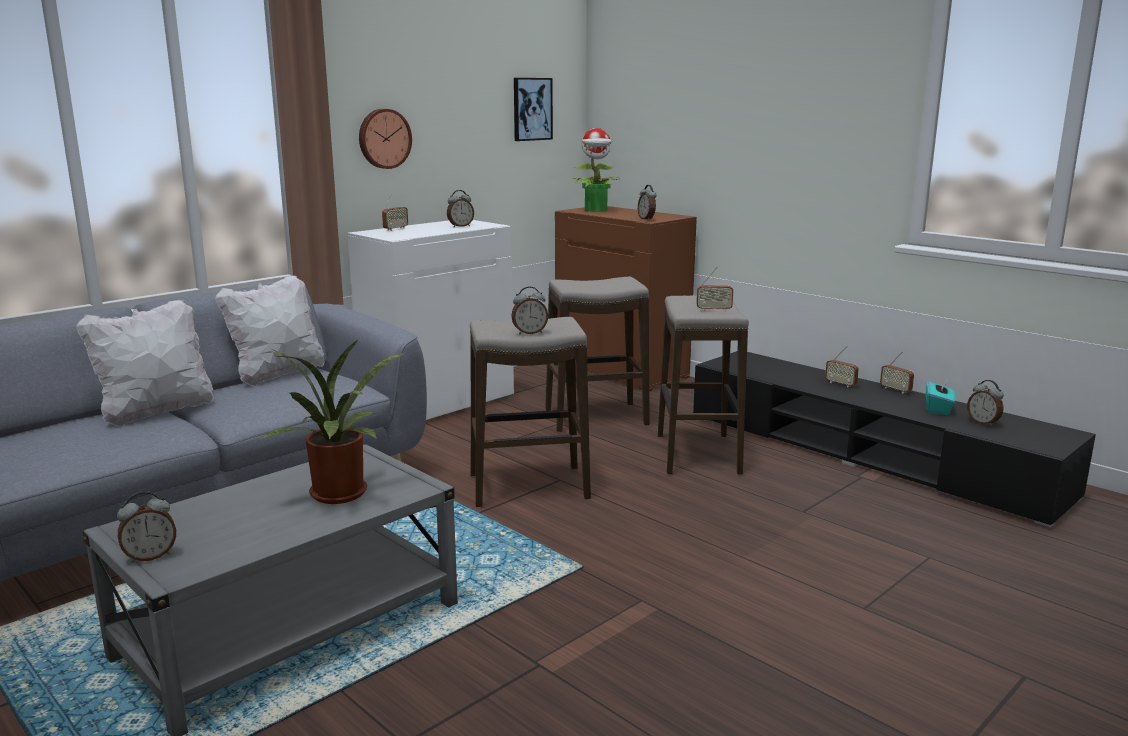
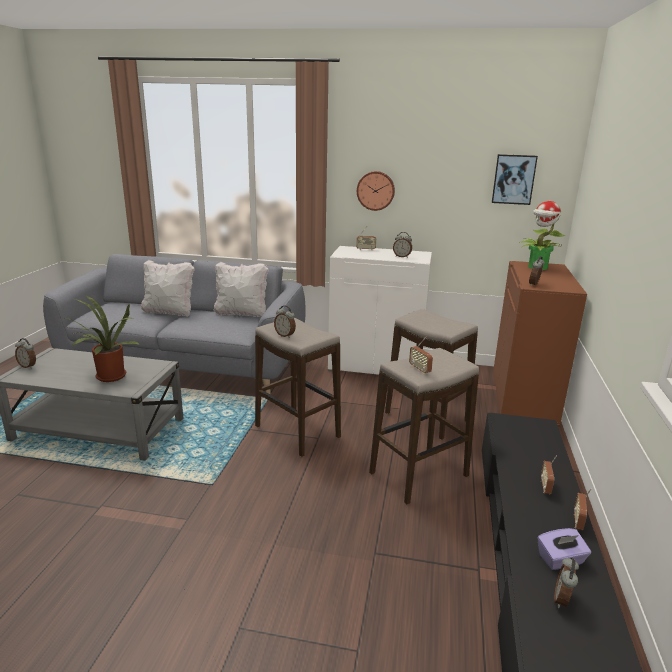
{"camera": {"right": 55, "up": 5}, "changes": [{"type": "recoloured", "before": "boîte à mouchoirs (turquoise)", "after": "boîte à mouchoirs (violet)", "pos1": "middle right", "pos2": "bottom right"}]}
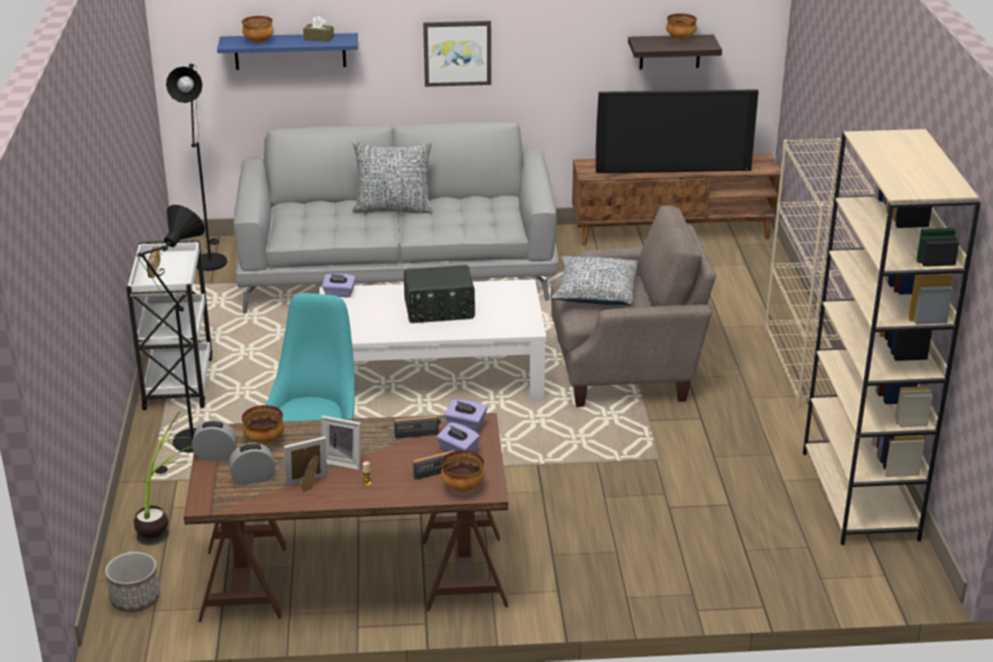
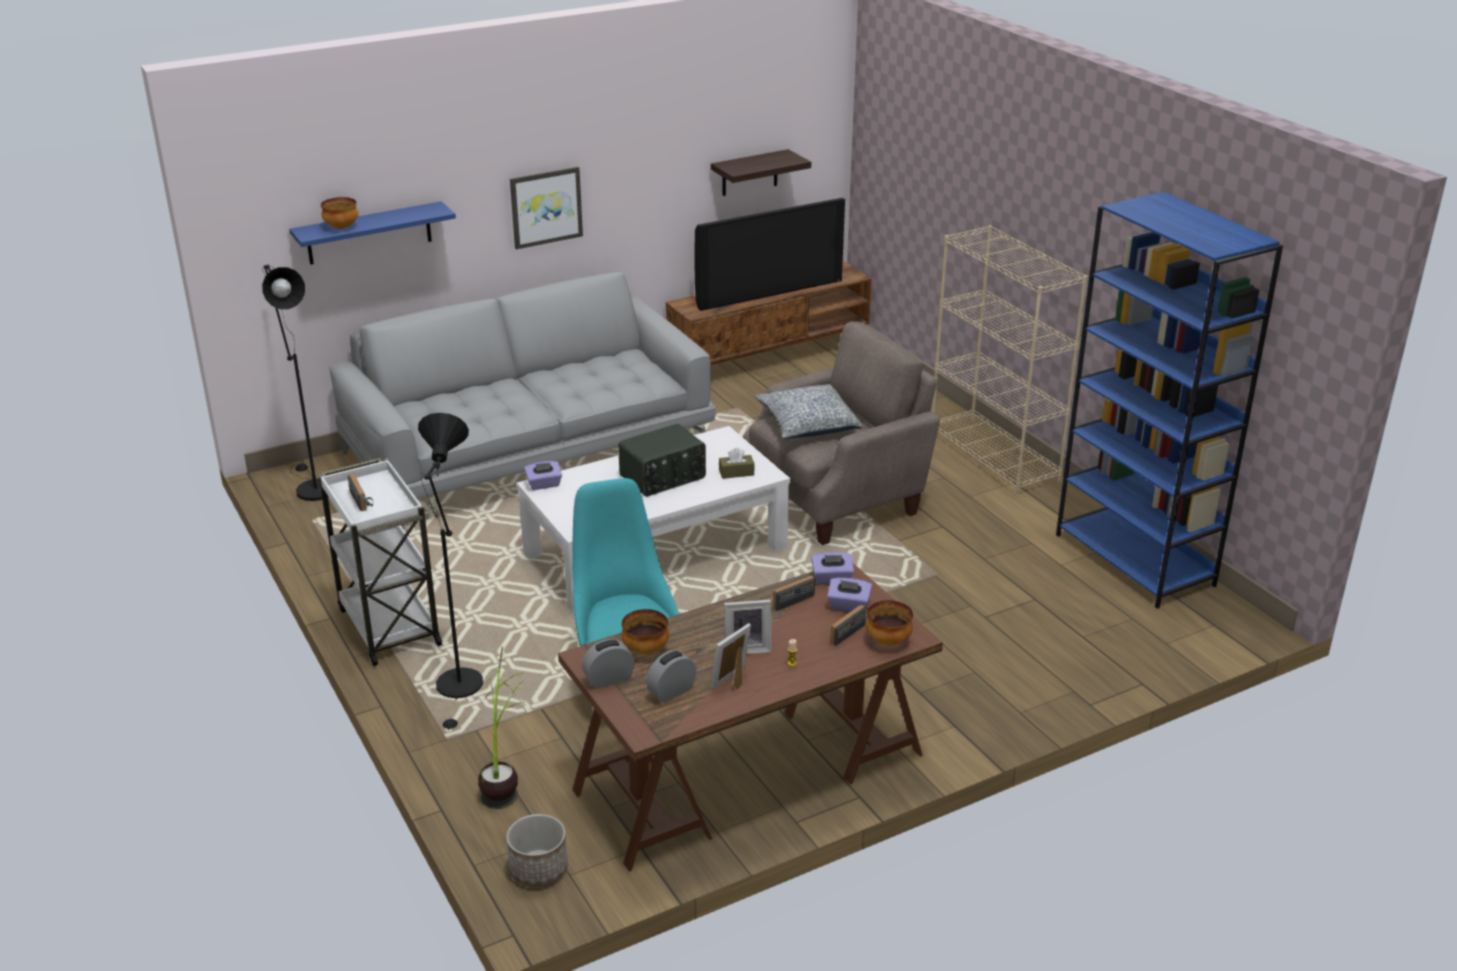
{"camera": {"right": -25, "up": 0}, "changes": [{"type": "removed", "before": "bol (4th from left)", "pos1": "top right"}, {"type": "moved", "before": "boîte à mouchoirs (marron)", "pos1": "top left", "pos2": "centre"}, {"type": "recoloured", "before": "bibliothèque (beige) (2nd from left)", "after": "bibliothèque (bleu)", "pos1": "middle right", "pos2": "middle right"}, {"type": "removed", "before": "coussin (1st from left)", "pos1": "top centre"}]}
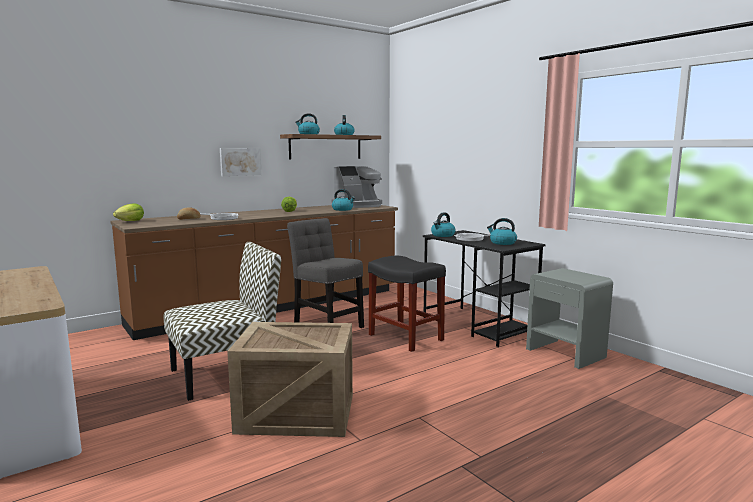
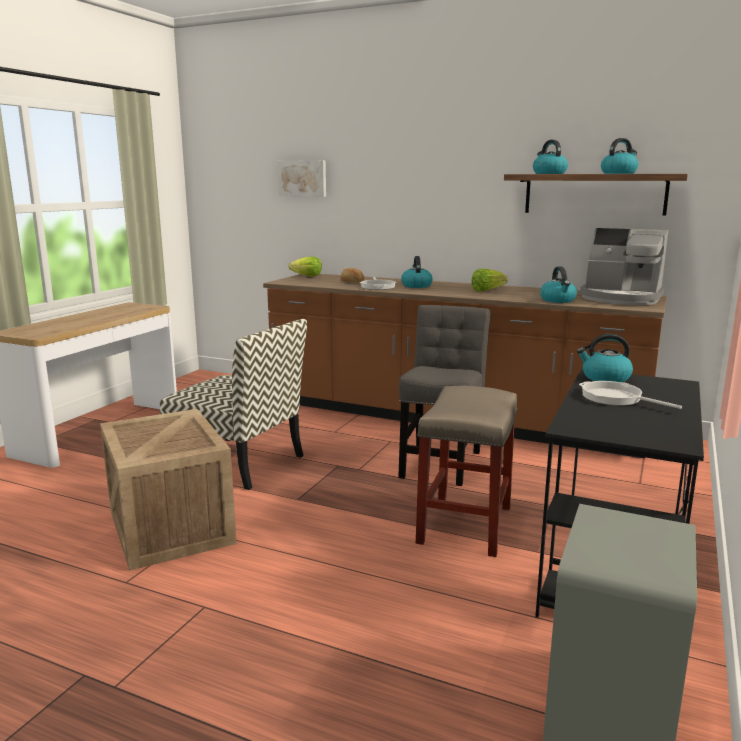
{"camera": {"right": 60, "up": 5}, "changes": [{"type": "moved", "before": "tableau", "pos1": "top left", "pos2": "top centre"}, {"type": "moved", "before": "bouilloire (5th from left in the first image)", "after": "bouilloire (1st from left)", "pos1": "middle right", "pos2": "centre"}, {"type": "recoloured", "before": "tabouret (noir)", "after": "tabouret (beige)", "pos1": "centre", "pos2": "centre"}]}
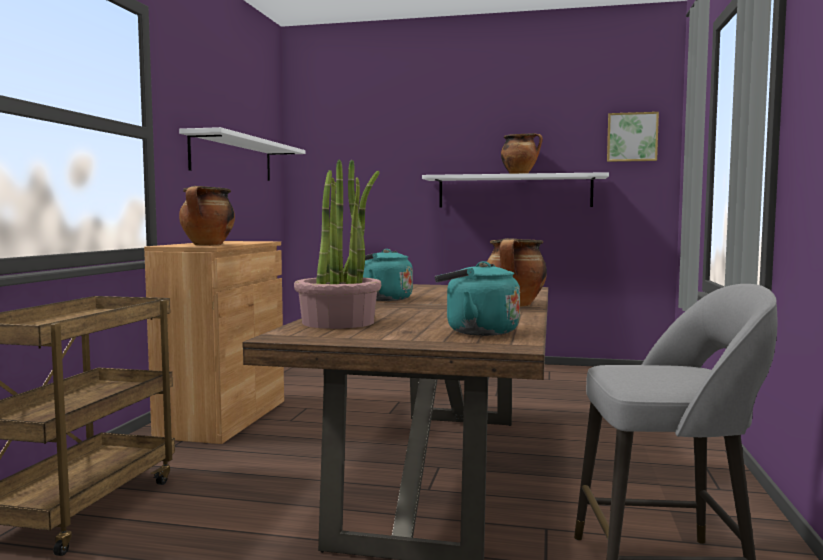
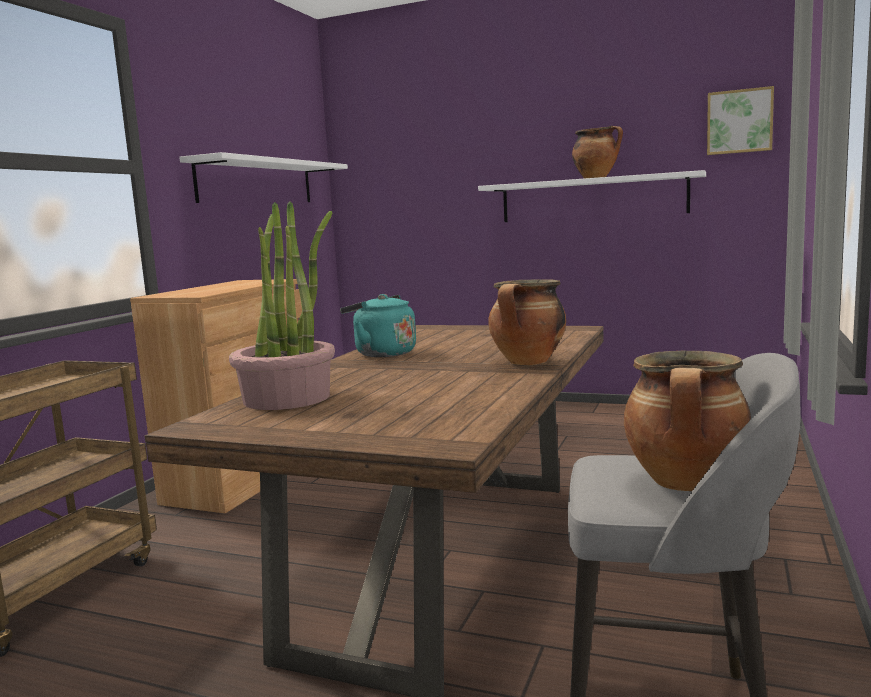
{"camera": {"right": 10, "up": 5}, "changes": [{"type": "moved", "before": "marmite (1st from left in the first image)", "after": "marmite (3rd from left)", "pos1": "middle left", "pos2": "middle right"}, {"type": "removed", "before": "bouilloire (turquoise) (2nd from left)", "pos1": "centre"}]}
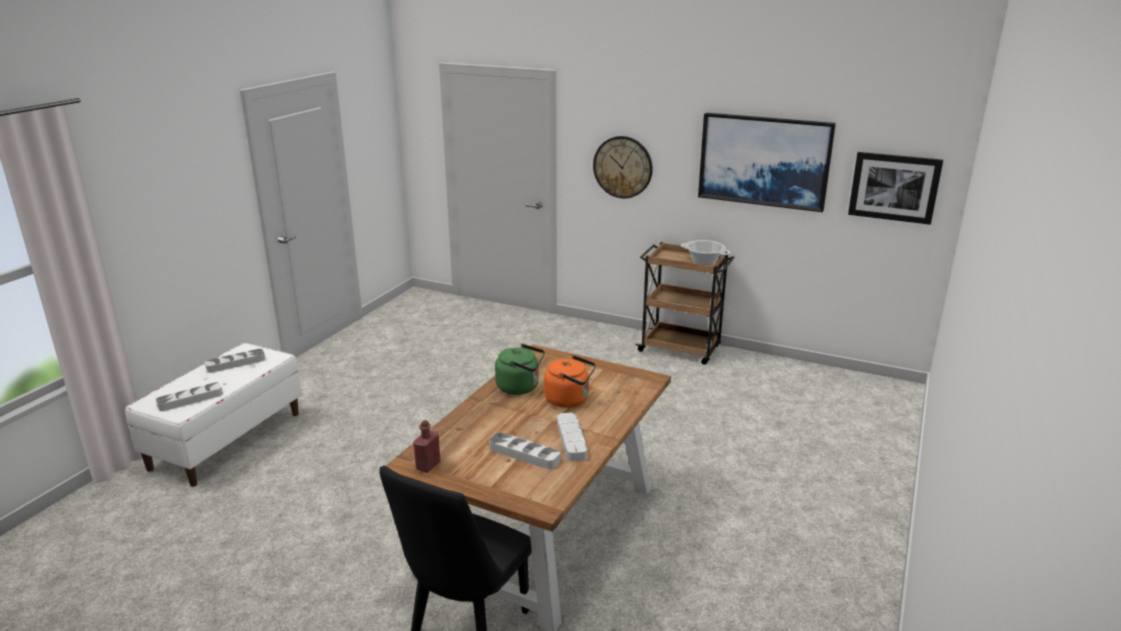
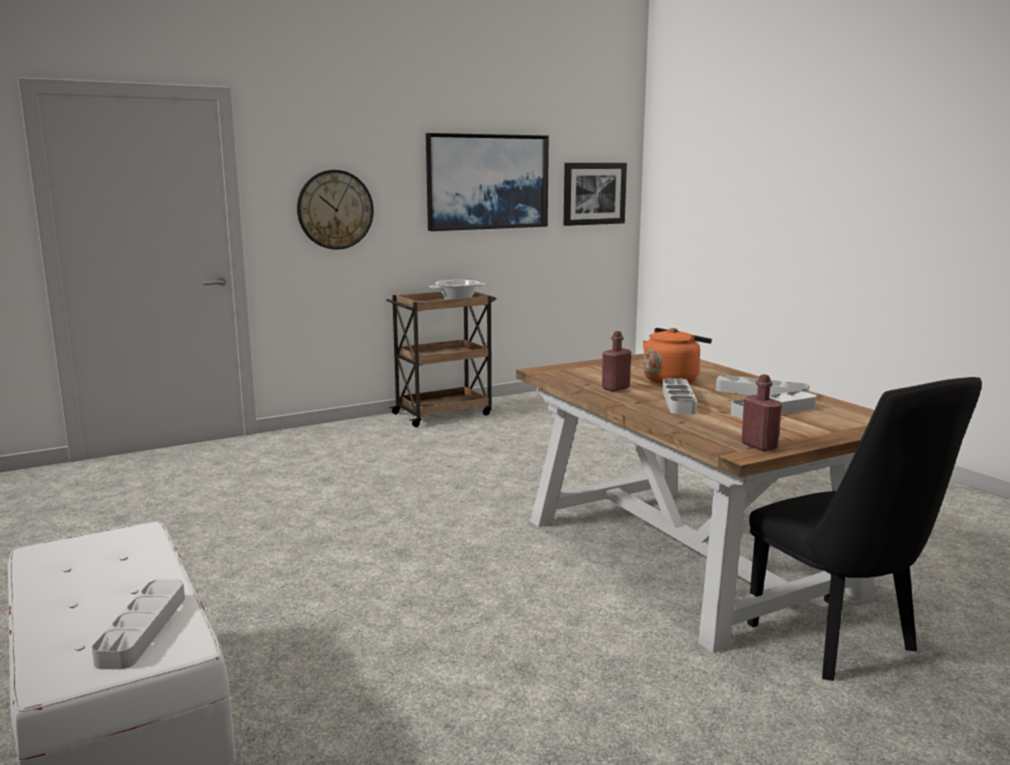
{"camera": {"right": -55, "up": -10}, "changes": [{"type": "replaced", "before": "bouilloire (vert)", "after": "bouteille (rouge) (1st from left)", "pos1": "centre", "pos2": "centre"}, {"type": "moved", "before": "plateau (gris) (2nd from left)", "pos1": "middle left", "pos2": "middle right"}]}
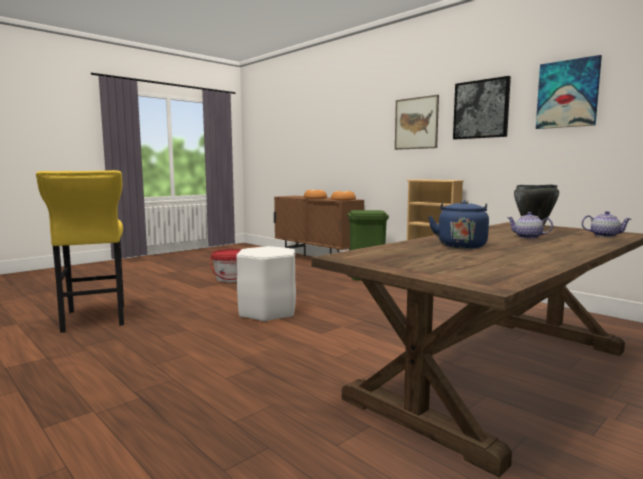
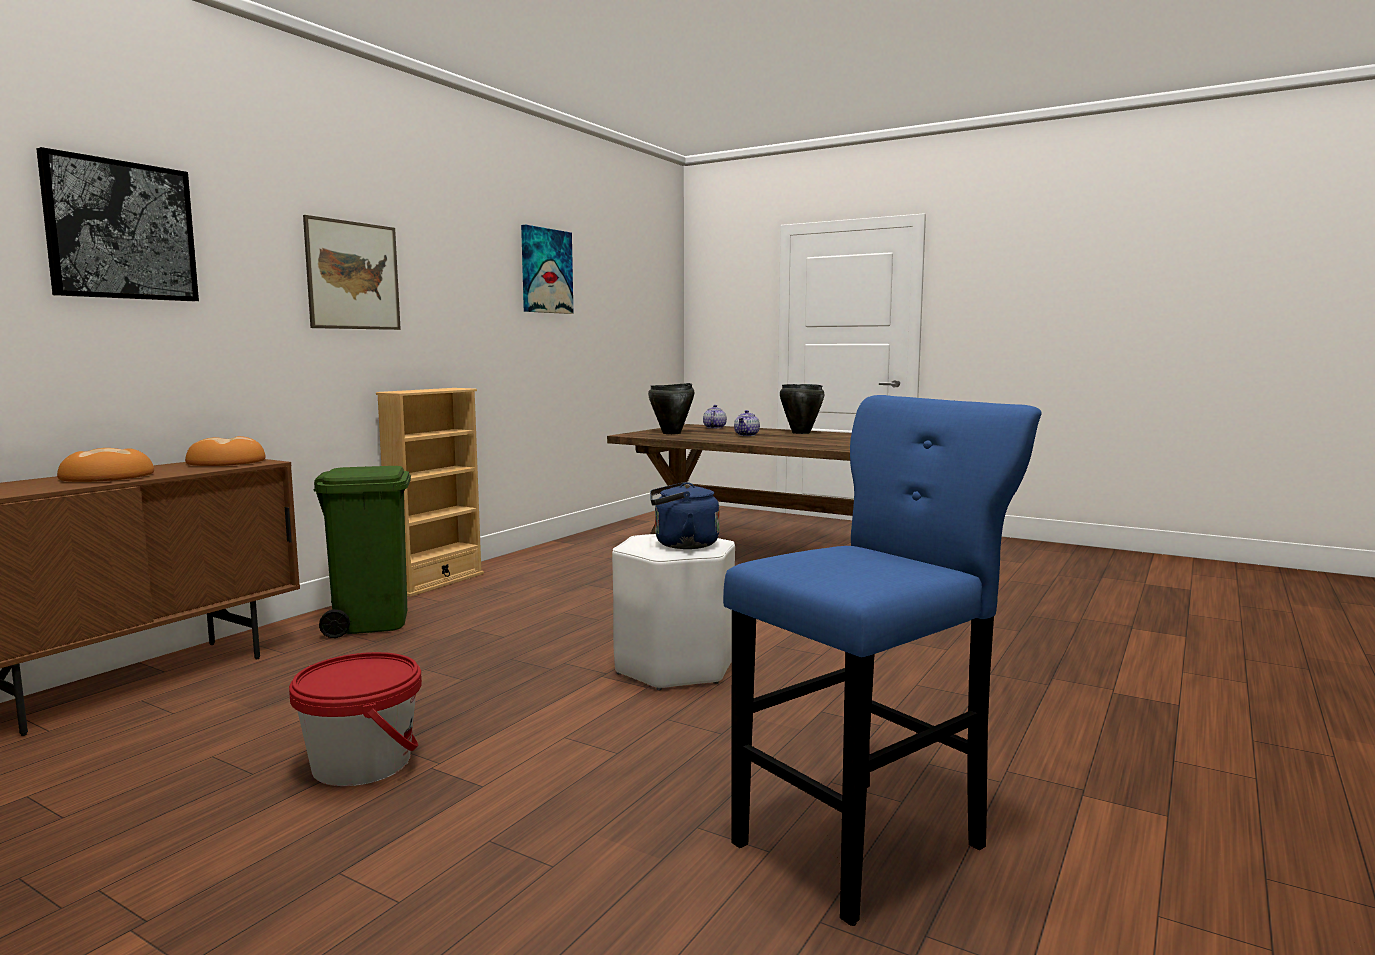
{"camera": {"right": -105, "up": 0}, "changes": [{"type": "moved", "before": "tableau (2nd from left in the first image)", "after": "tableau (1st from left)", "pos1": "top right", "pos2": "top left"}, {"type": "recoloured", "before": "tabouret (jaune)", "after": "tabouret (bleu)", "pos1": "middle left", "pos2": "bottom centre"}, {"type": "moved", "before": "bouilloire (bleu)", "pos1": "middle right", "pos2": "centre"}, {"type": "added", "after": "marmite (noir) (2nd from left)", "pos2": "centre"}]}
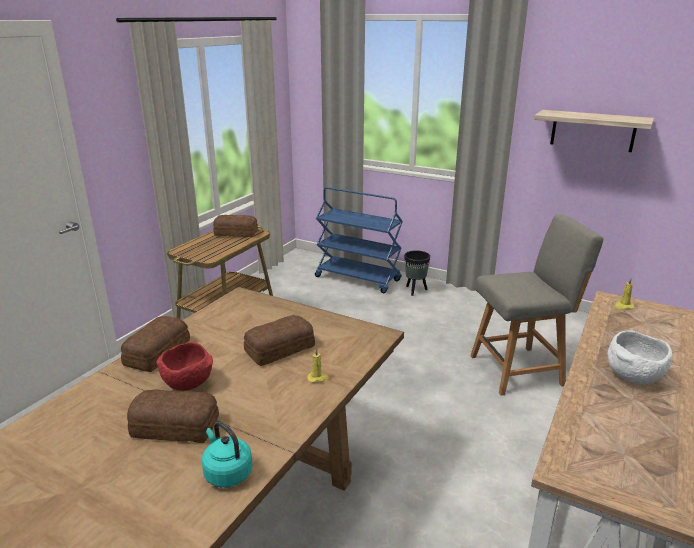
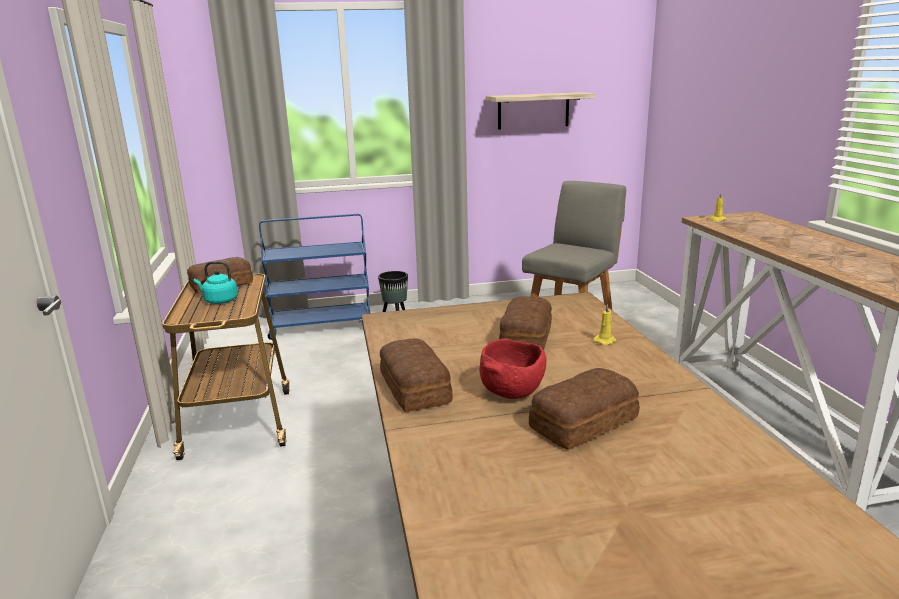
{"camera": {"right": -40, "up": -5}, "changes": [{"type": "removed", "before": "bol (blanc)", "pos1": "middle right"}, {"type": "moved", "before": "bouilloire (turquoise)", "pos1": "bottom left", "pos2": "middle left"}]}
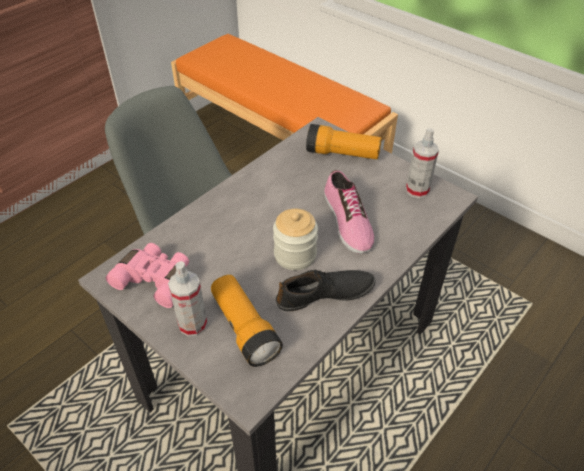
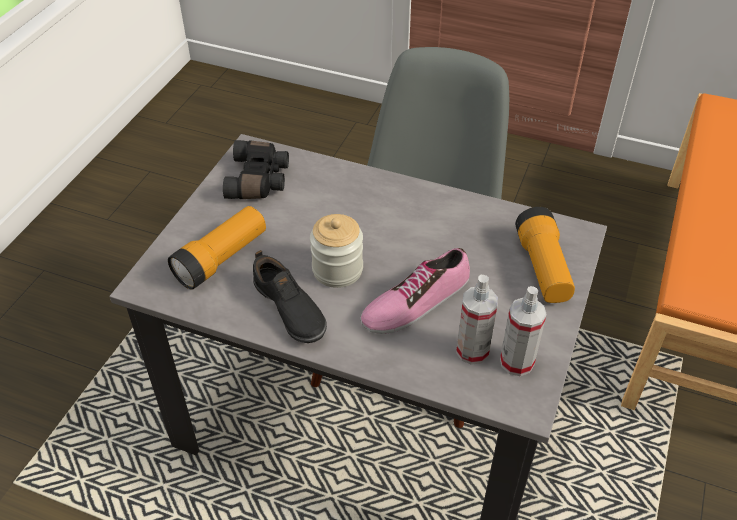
{"camera": {"right": 70, "up": 0}, "changes": [{"type": "recoloured", "before": "jumelles (rose)", "after": "jumelles (noir)", "pos1": "middle left", "pos2": "top centre"}, {"type": "moved", "before": "vaporisateur (1st from left)", "pos1": "middle left", "pos2": "centre"}]}
